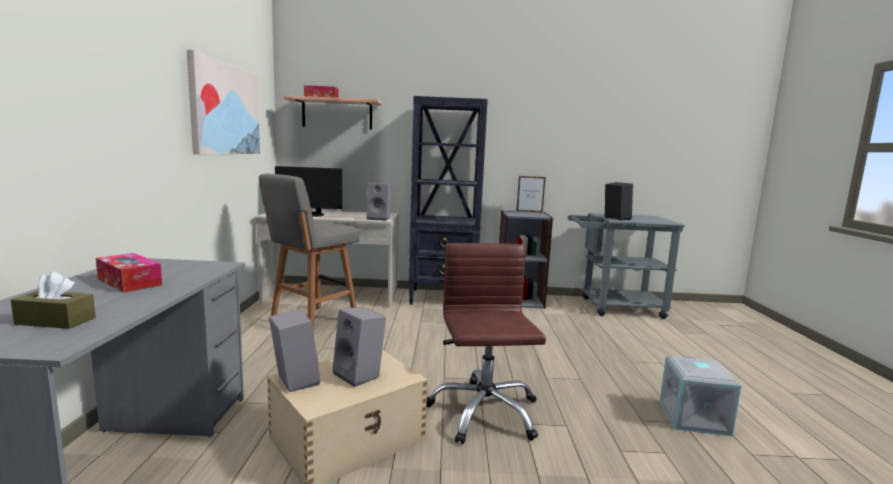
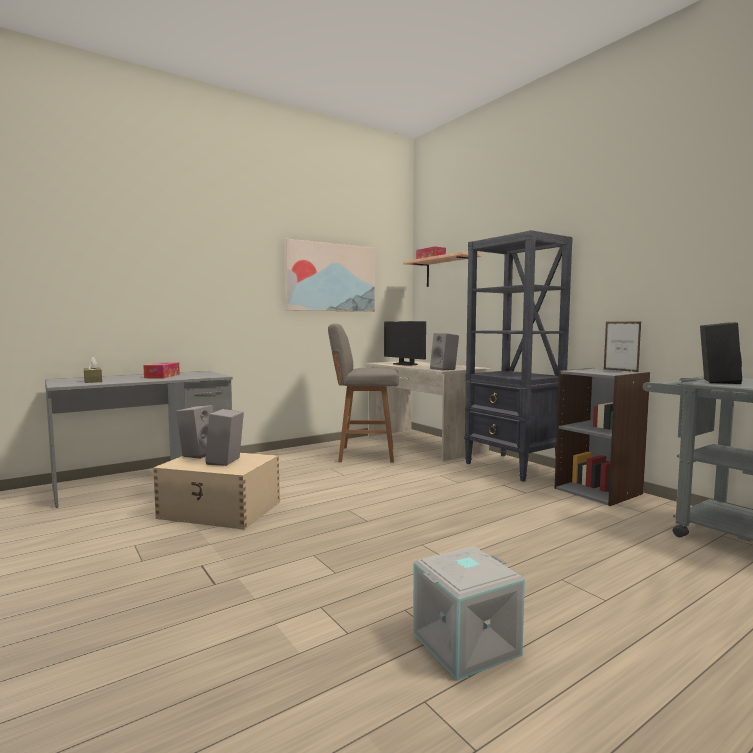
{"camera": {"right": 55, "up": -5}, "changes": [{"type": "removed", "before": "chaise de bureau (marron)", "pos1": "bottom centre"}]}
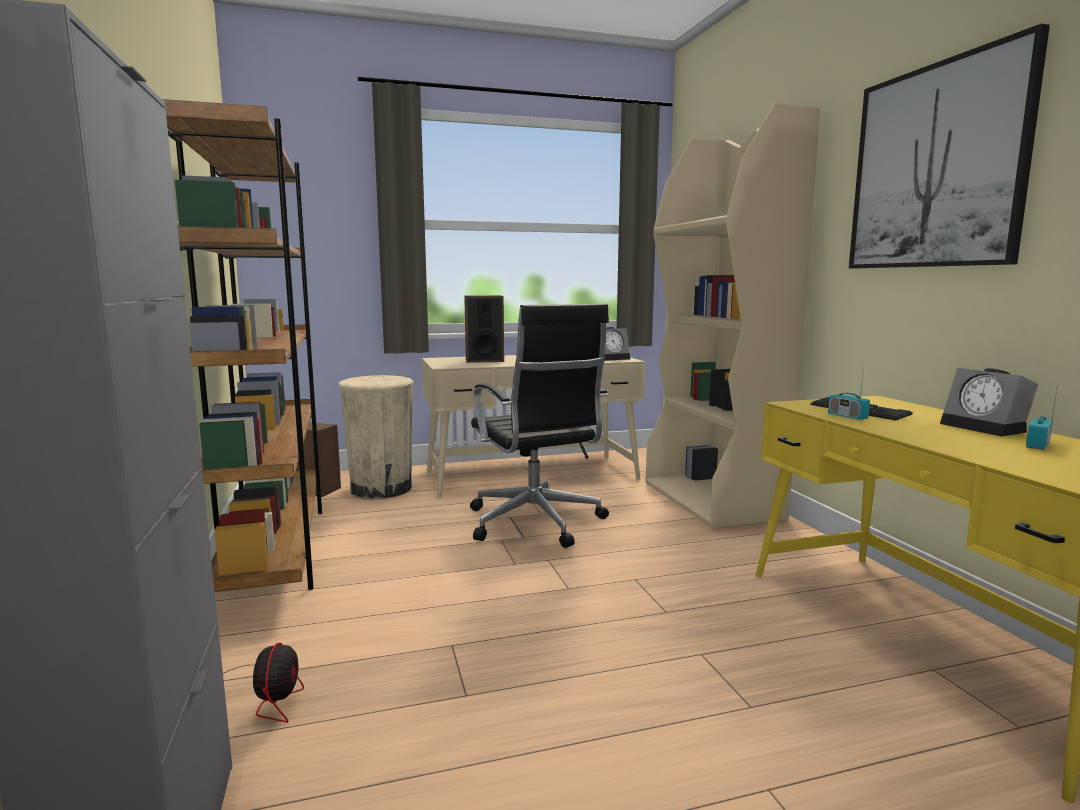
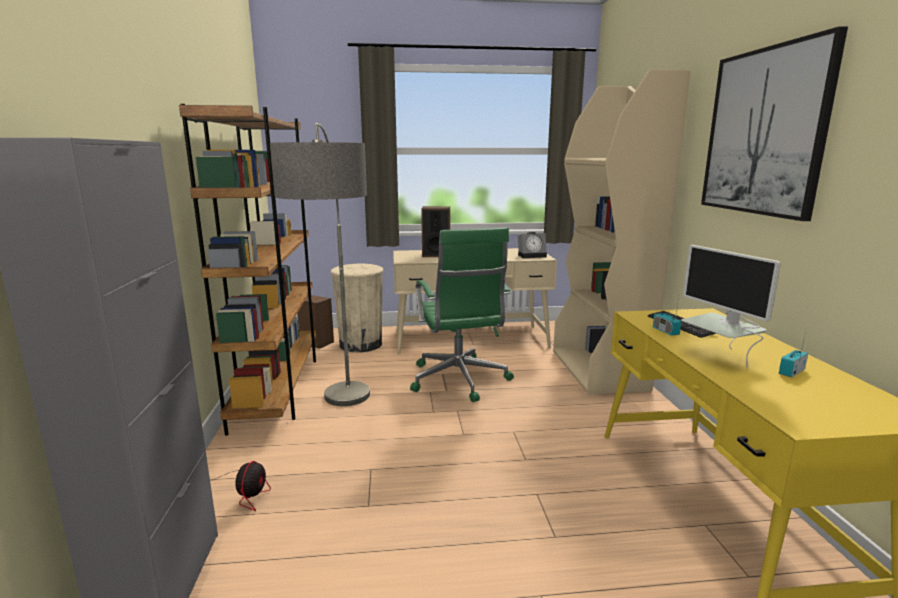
{"camera": {"right": 10, "up": 5}, "changes": [{"type": "recoloured", "before": "chaise de bureau (noir)", "after": "chaise de bureau (vert)", "pos1": "centre", "pos2": "centre"}, {"type": "removed", "before": "réveil (2nd from left)", "pos1": "middle right"}, {"type": "added", "after": "lampadaire", "pos2": "centre"}, {"type": "added", "after": "écran d'ordinateur", "pos2": "middle right"}]}
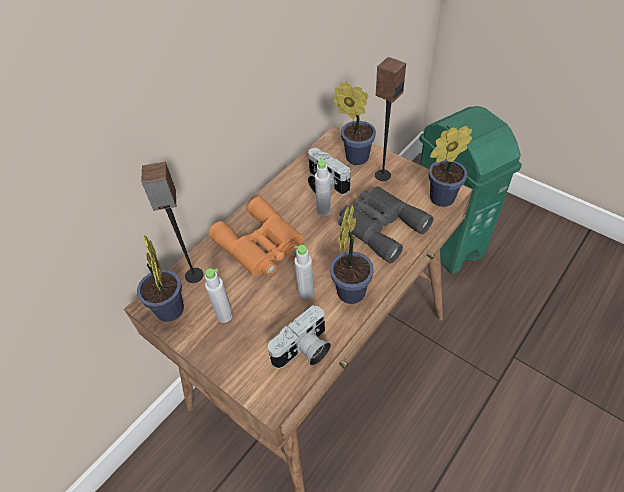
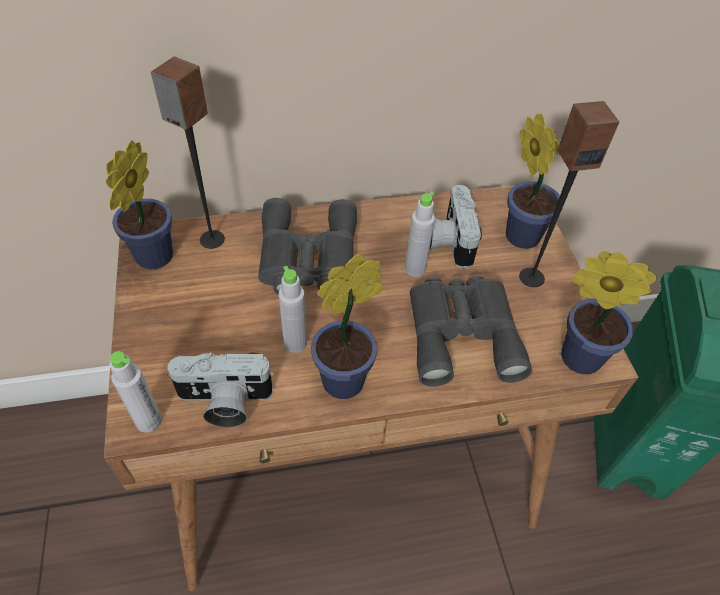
{"camera": {"right": 35, "up": 0}, "changes": [{"type": "recoloured", "before": "jumelles (orange)", "after": "jumelles (gris) (1st from left)", "pos1": "centre", "pos2": "centre"}, {"type": "moved", "before": "bouteille (gris) (1st from left)", "pos1": "centre", "pos2": "middle left"}]}
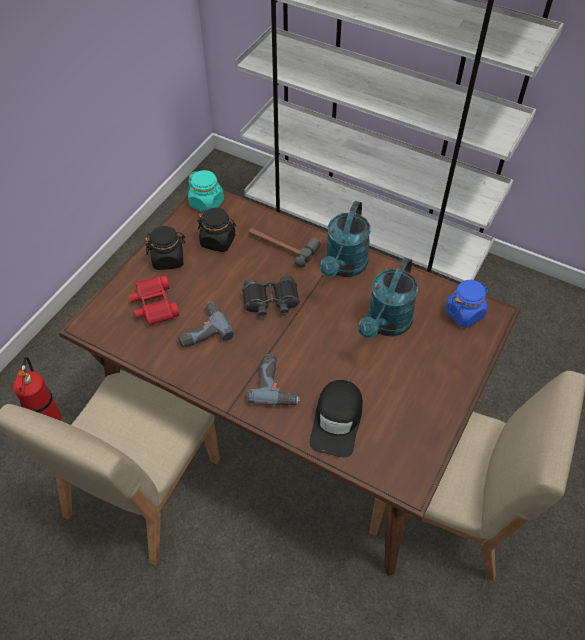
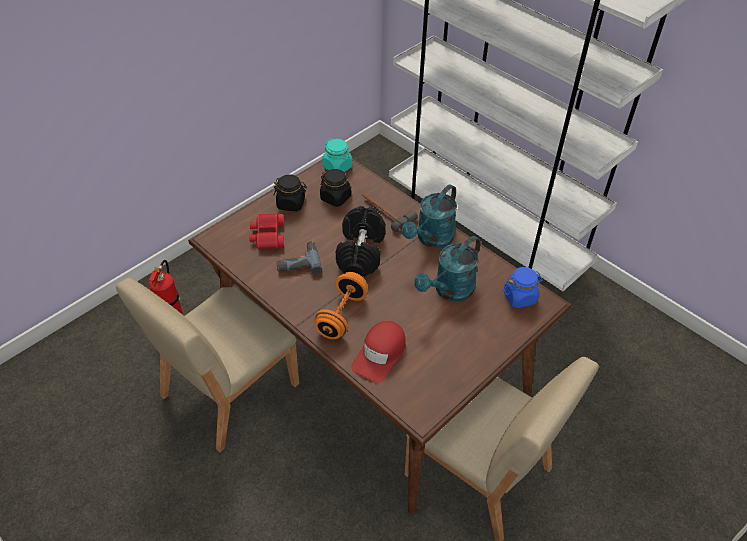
{"camera": {"right": 15, "up": -5}, "changes": [{"type": "replaced", "before": "jumelles (noir)", "after": "haltère (noir)", "pos1": "centre", "pos2": "centre"}, {"type": "replaced", "before": "perceuse (2nd from left)", "after": "haltère (orange)", "pos1": "centre", "pos2": "centre"}, {"type": "recoloured", "before": "casquette (noir)", "after": "casquette (rouge)", "pos1": "centre", "pos2": "centre"}]}
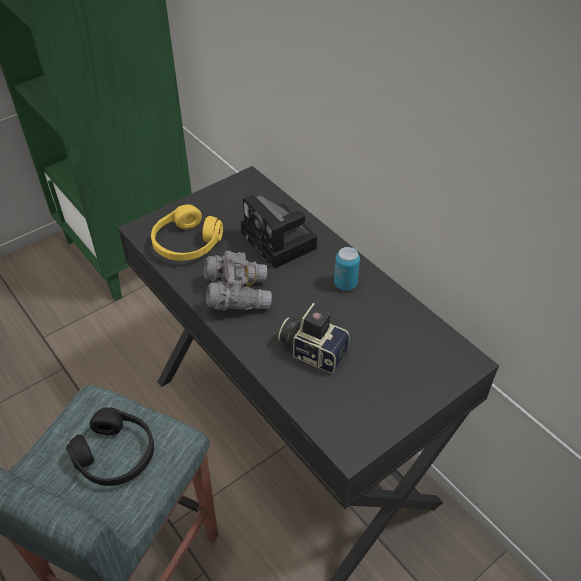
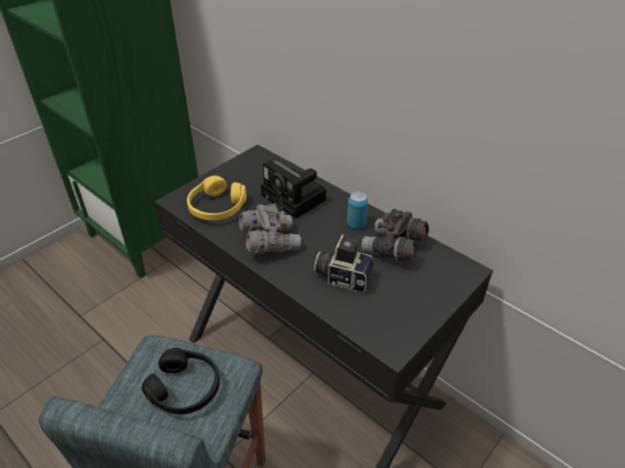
{"camera": {"right": -10, "up": -5}, "changes": [{"type": "added", "after": "jumelles (gris) (2nd from left)", "pos2": "centre"}]}
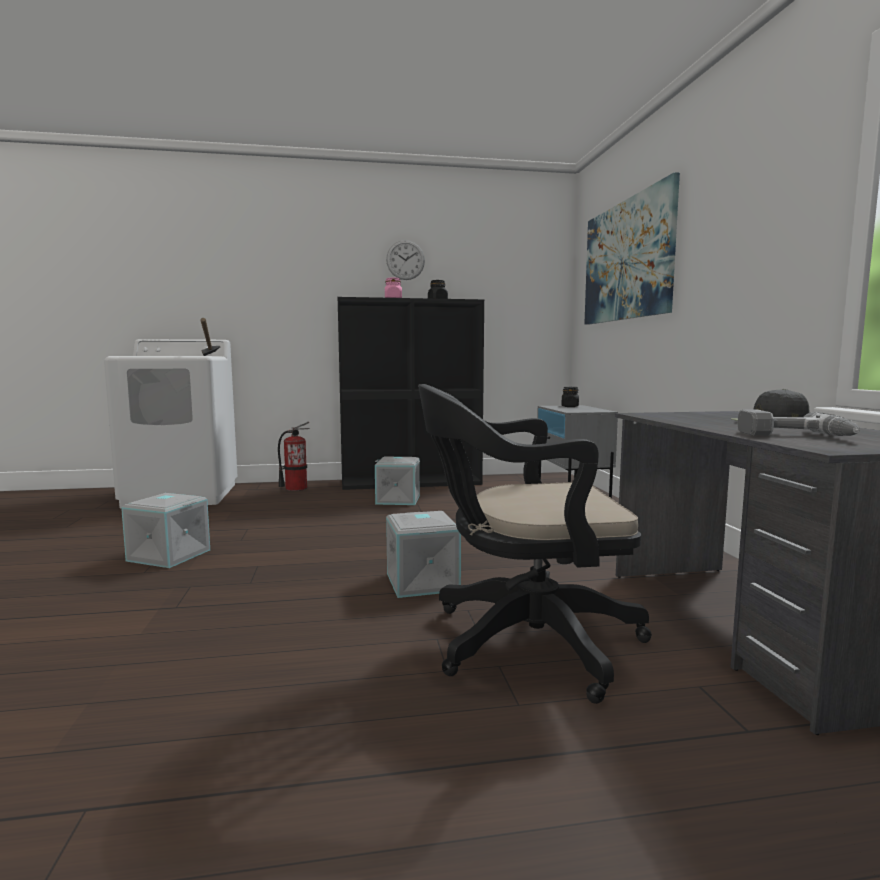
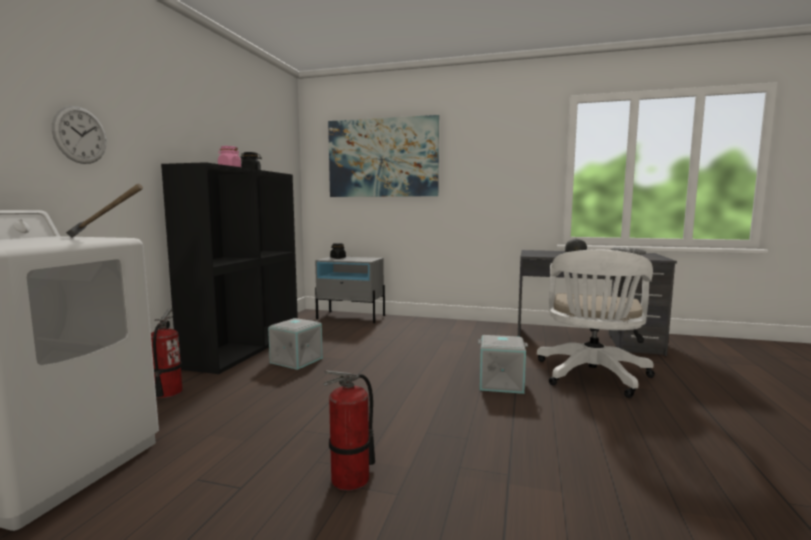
{"camera": {"right": -65, "up": 0}, "changes": [{"type": "moved", "before": "horloge murale", "pos1": "top centre", "pos2": "top left"}, {"type": "recoloured", "before": "chaise de bureau (noir)", "after": "chaise de bureau (blanc)", "pos1": "centre", "pos2": "middle right"}, {"type": "replaced", "before": "boîte de rangement (gris) (1st from left)", "after": "extincteur (2nd from left)", "pos1": "middle left", "pos2": "bottom centre"}]}
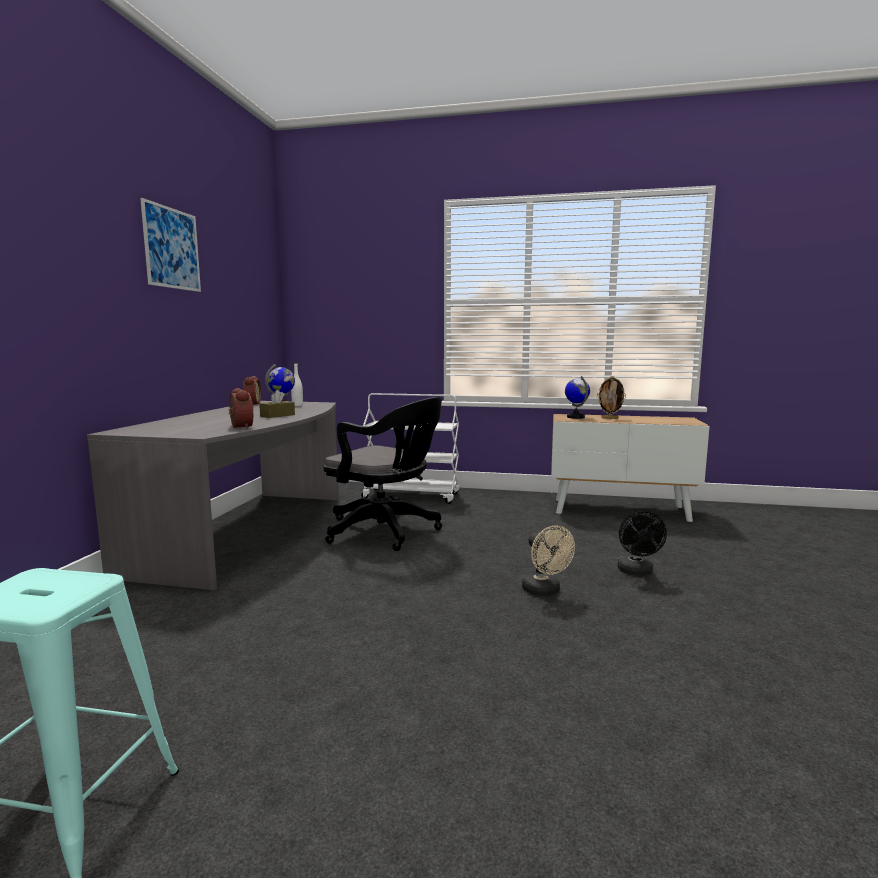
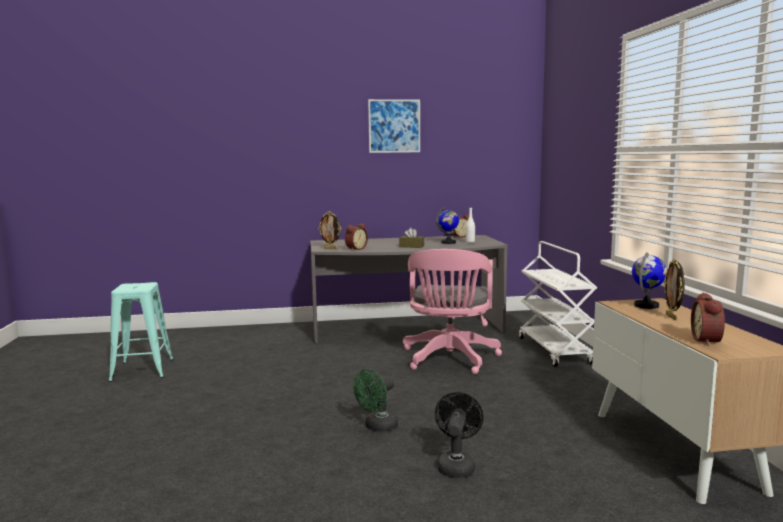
{"camera": {"right": 70, "up": 0}, "changes": [{"type": "recoloured", "before": "chaise de bureau (noir)", "after": "chaise de bureau (rose)", "pos1": "centre", "pos2": "centre"}, {"type": "turned", "before": "ventilateur (noir)", "pos1": "middle right", "pos2": "bottom centre", "turn": 120}, {"type": "recoloured", "before": "ventilateur (beige)", "after": "ventilateur (vert)", "pos1": "centre", "pos2": "bottom centre"}, {"type": "added", "after": "cadre photo (1st from left)", "pos2": "centre"}, {"type": "added", "after": "réveil (3rd from left)", "pos2": "middle right"}]}
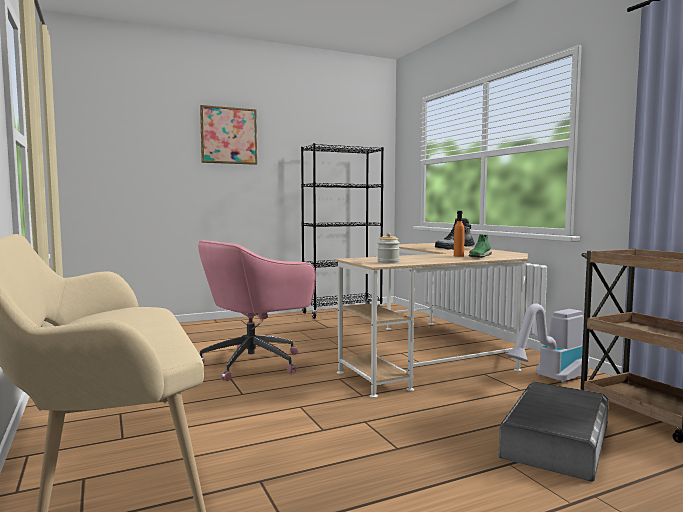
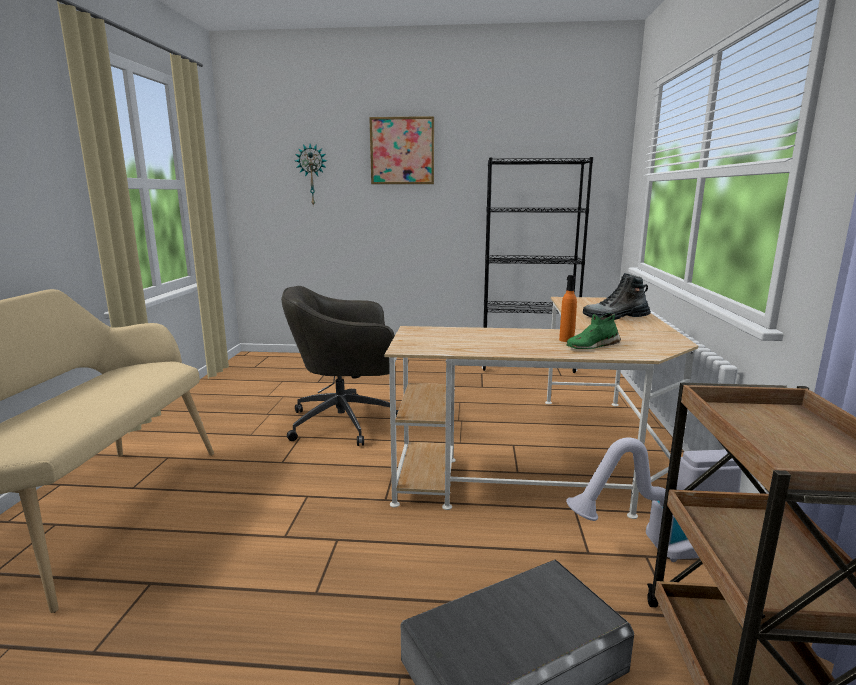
{"camera": {"right": 30, "up": 10}, "changes": [{"type": "removed", "before": "bocal", "pos1": "centre"}, {"type": "recoloured", "before": "chaise de bureau (rose)", "after": "chaise de bureau (gris)", "pos1": "centre", "pos2": "centre"}, {"type": "added", "after": "horloge murale", "pos2": "top centre"}]}
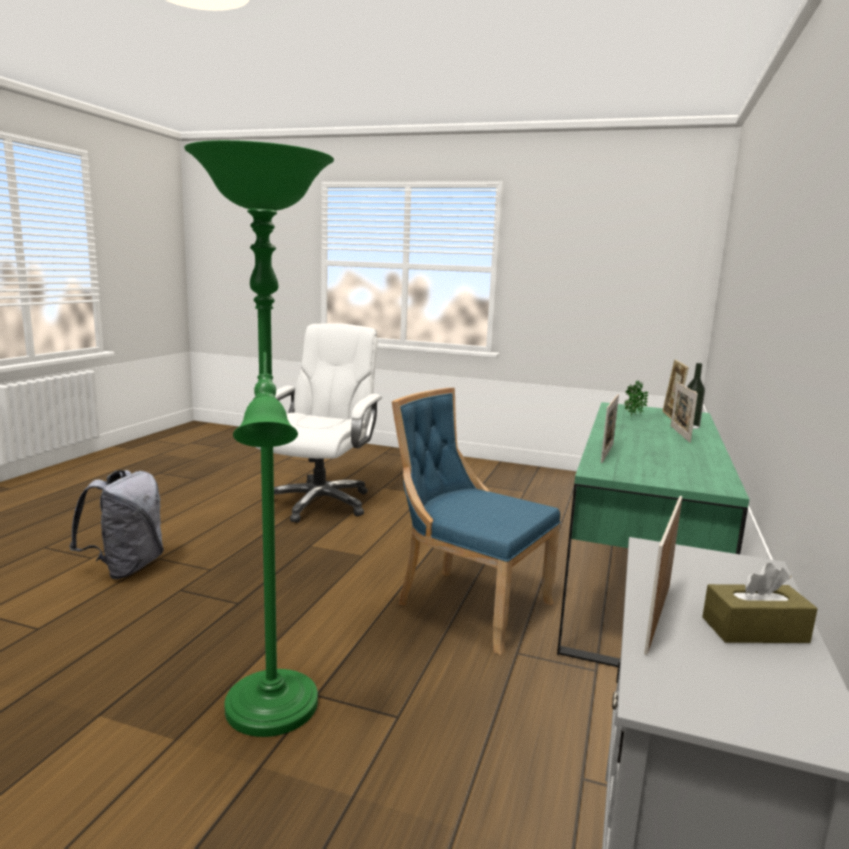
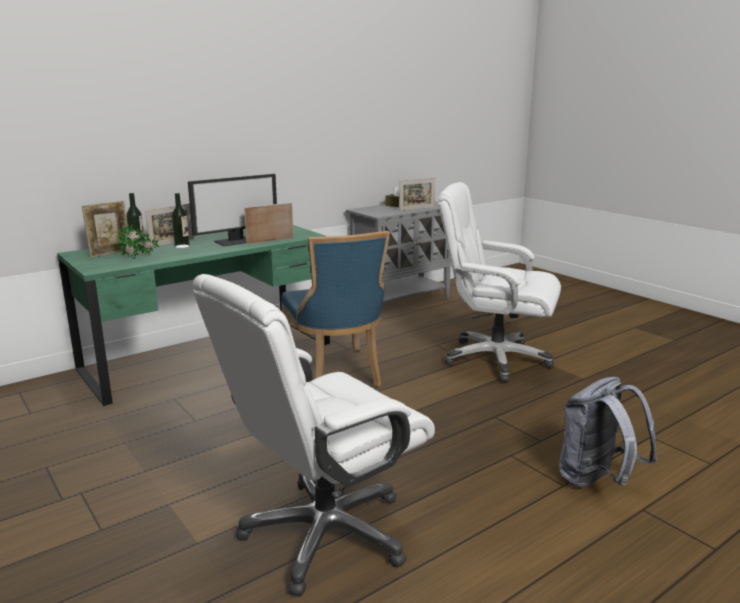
{"camera": {"right": -145, "up": 5}, "changes": [{"type": "replaced", "before": "lampadaire (vert)", "after": "chaise de bureau (blanc) (2nd from left)", "pos1": "middle left", "pos2": "middle right"}, {"type": "added", "after": "écran d'ordinateur", "pos2": "middle left"}, {"type": "added", "after": "bouteille (2nd from left)", "pos2": "middle left"}]}
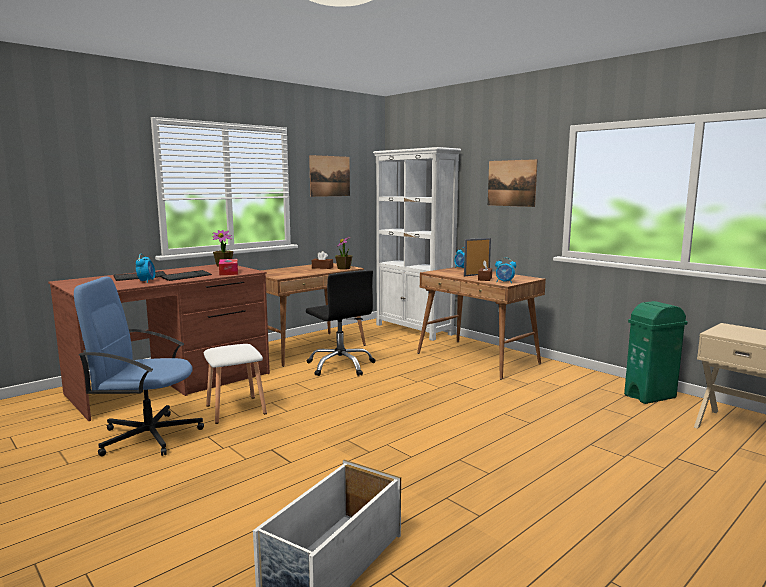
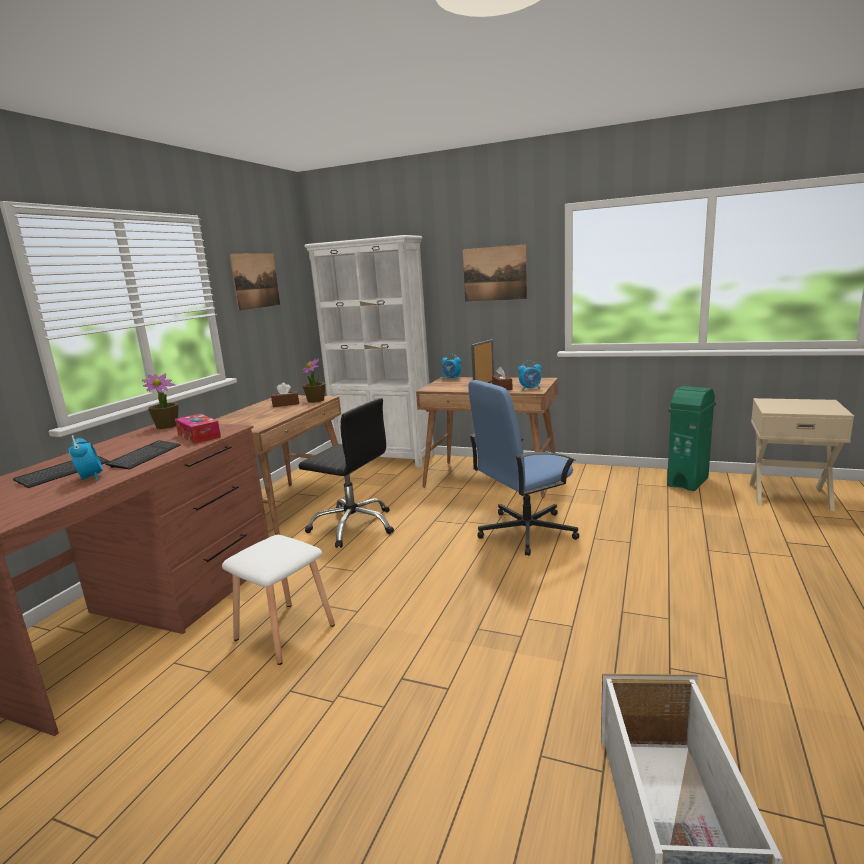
{"camera": {"right": -25, "up": 5}, "changes": [{"type": "moved", "before": "chaise de bureau (bleu)", "pos1": "middle left", "pos2": "centre"}]}
